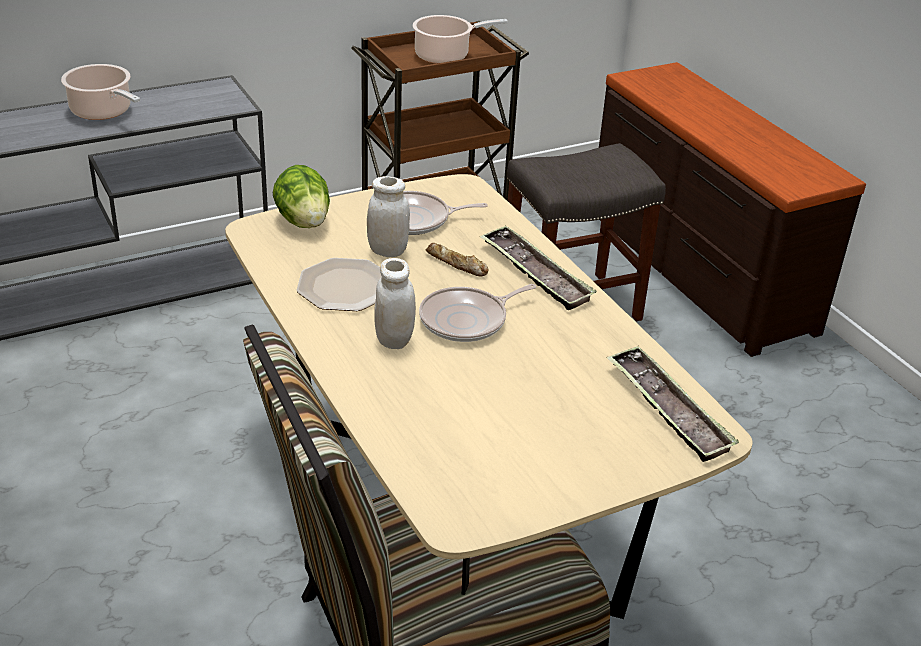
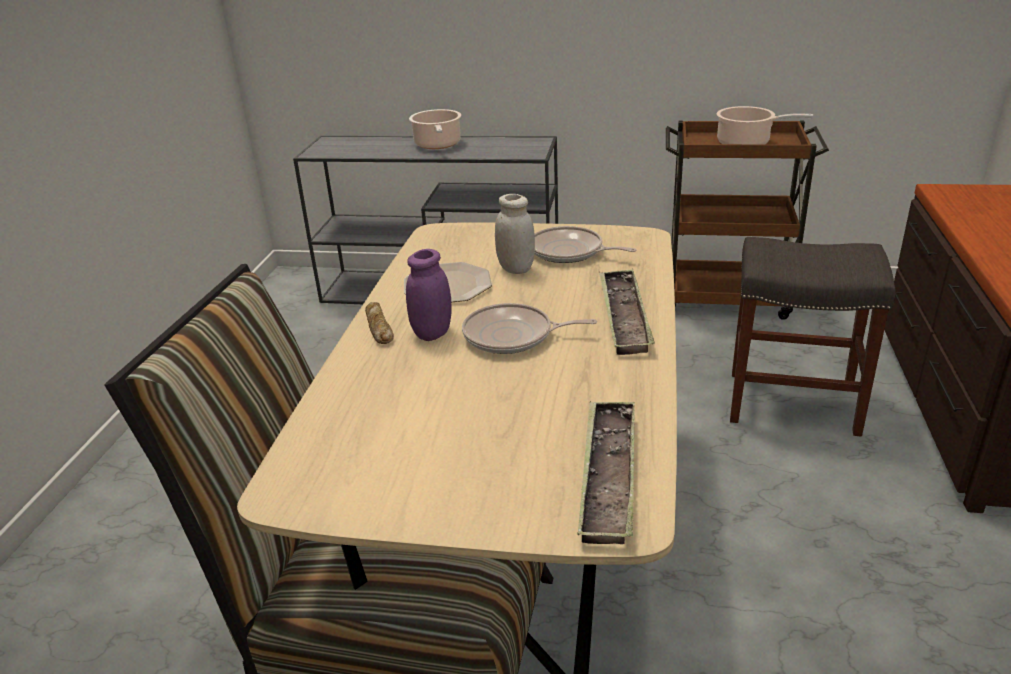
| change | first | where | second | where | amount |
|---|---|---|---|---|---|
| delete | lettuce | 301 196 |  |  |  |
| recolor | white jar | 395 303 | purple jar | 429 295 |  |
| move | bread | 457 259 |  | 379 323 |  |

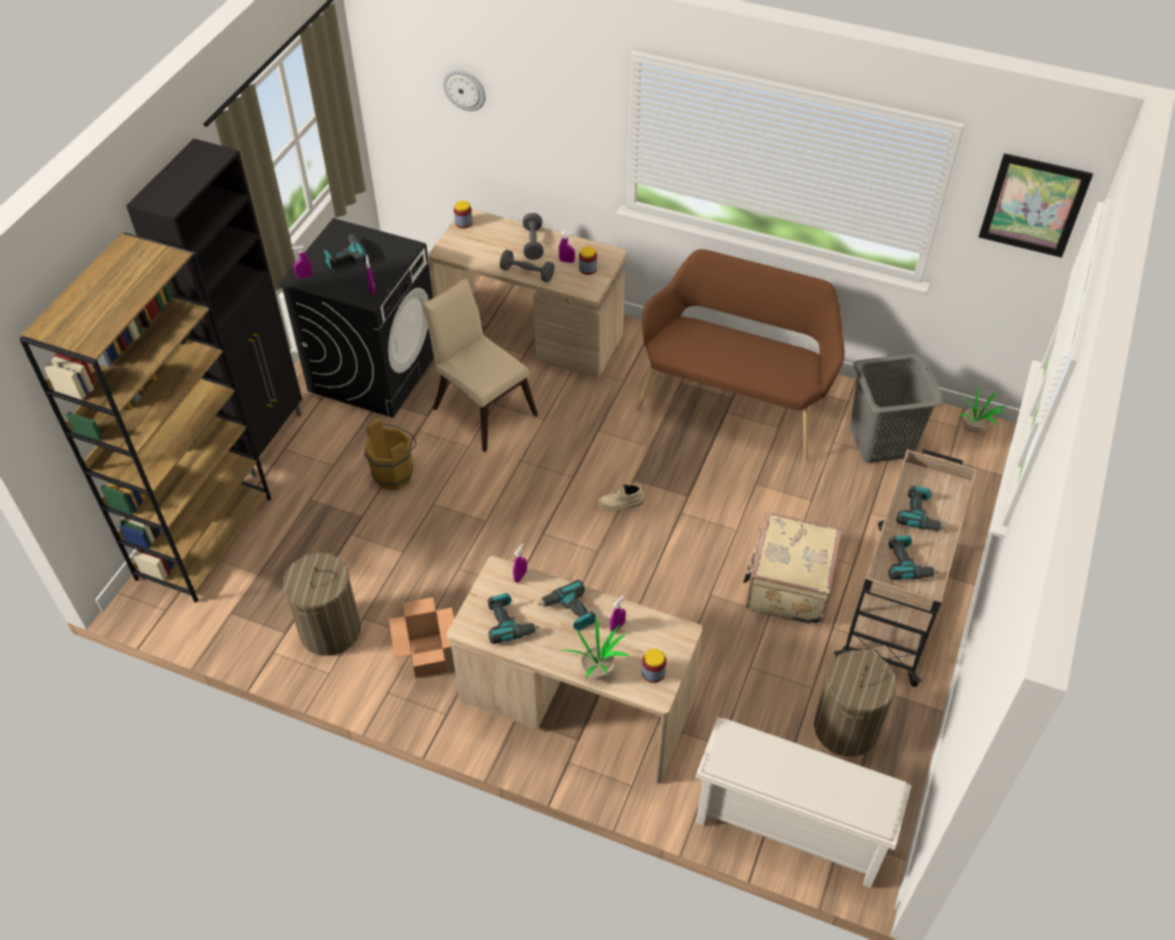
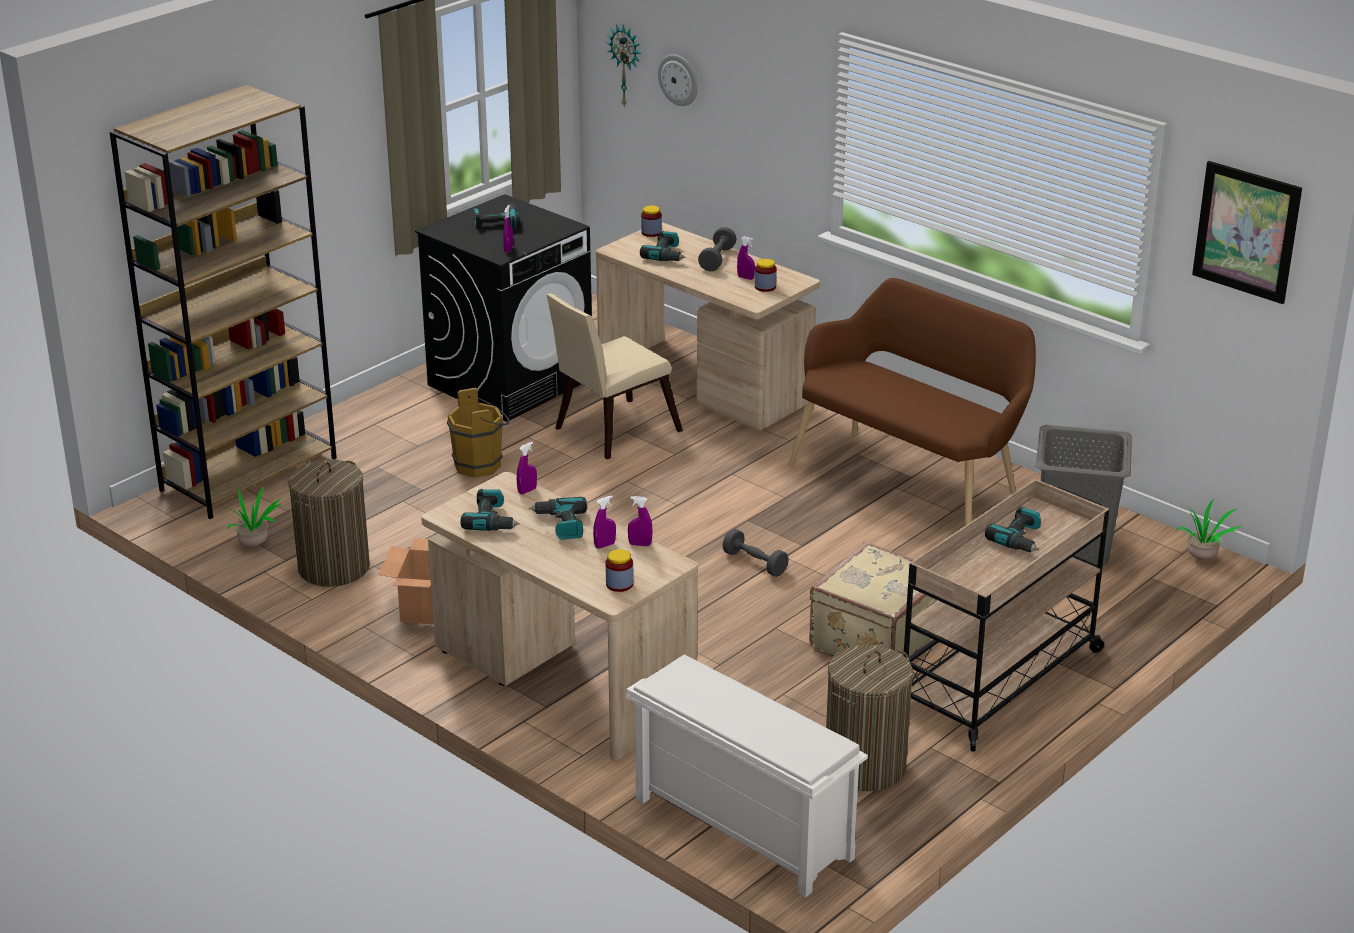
| change | first | where | second | where | amount |
|---|---|---|---|---|---|
| delete | black cabinet | 214 307 |  |  |  |
| move | purple spray bottle | 302 262 |  | 640 521 |  |
| rotate | beige chair | 480 365 |  | 615 376 | 105 degrees counterclockwise |
| move | grey dumbbell | 527 266 |  | 755 553 |  |
| move | potted plant | 594 648 |  | 252 517 |  |
| delete | beige boot | 621 497 |  |  |  |
| move | power drill | 913 557 |  | 662 246 |  |
| insert |  |  | wall clock | 623 66 |  |

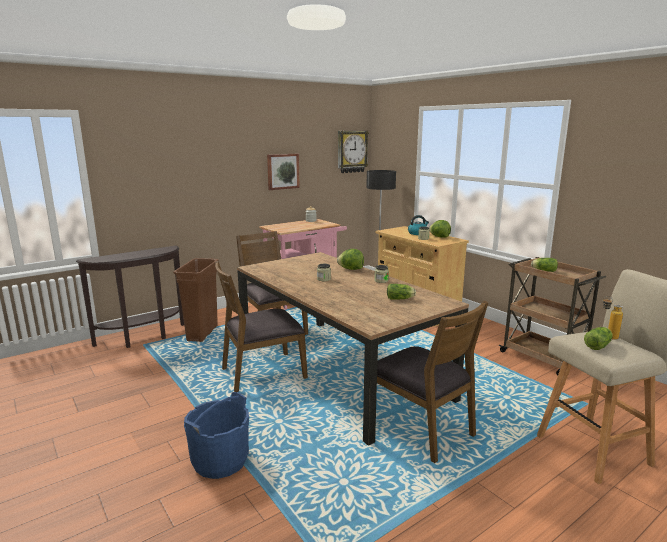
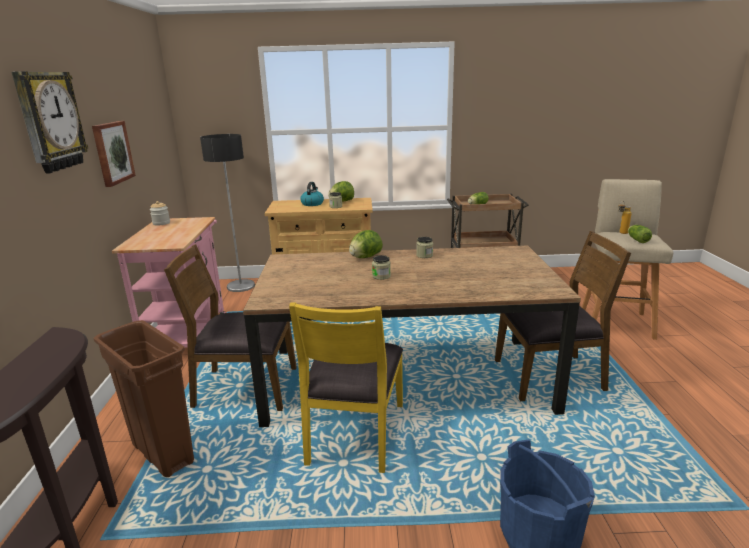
| change | first | where | second | where | amount |
|---|---|---|---|---|---|
| recolor | brown chair | 261 326 | yellow chair | 346 387 |  |
| move | wall clock | 353 152 |  | 50 122 |  |
| delete | lettuce | 401 292 |  |  |  |

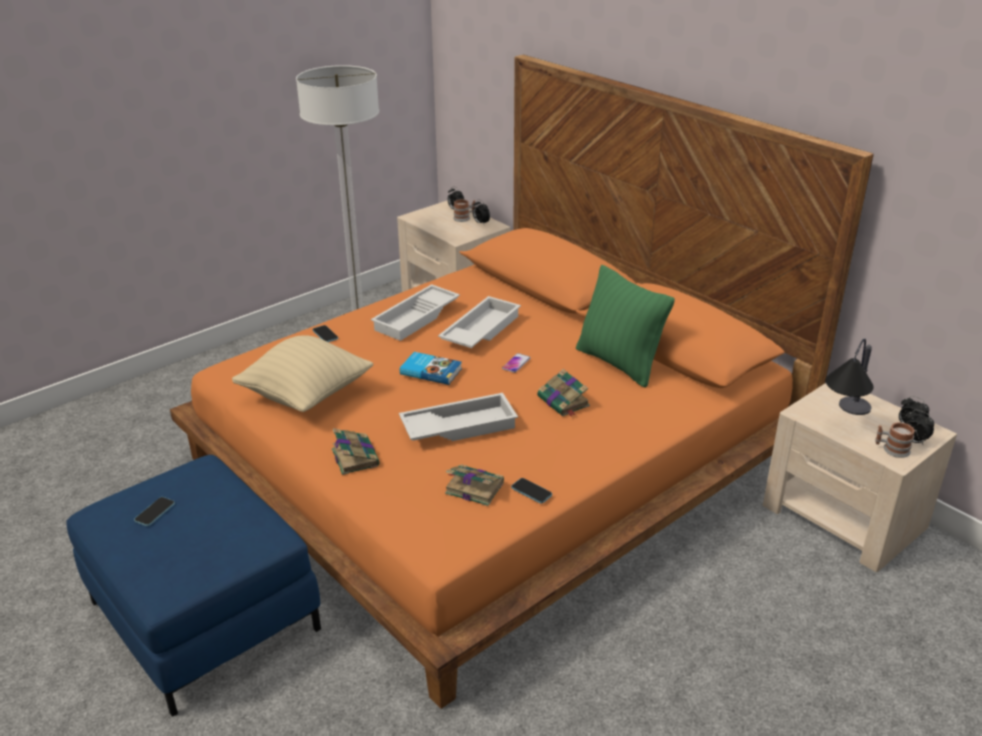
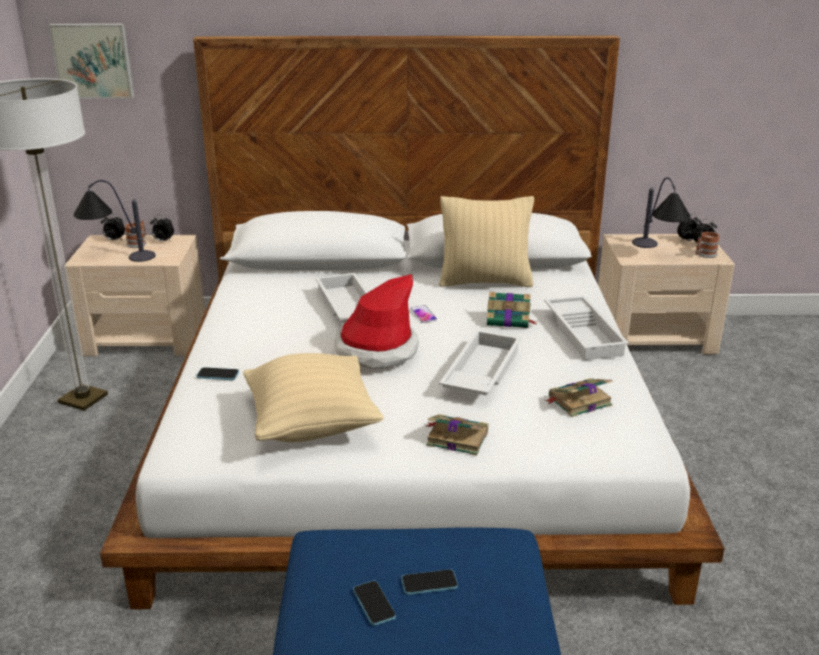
| change | first | where | second | where | amount |
|---|---|---|---|---|---|
| recolor | orange bed | 522 381 | white bed | 412 322 |  |
| move | white tray | 415 312 |  | 586 328 |  |
| replace | book | 431 368 | hat | 376 321 |  |
| move | phone | 531 491 |  | 429 582 |  |
| recolor | green pillow | 625 326 | beige pillow | 486 241 |  |
| insert |  |  | picture | 91 61 |  |
| insert |  |  | table lamp | 114 221 |  |

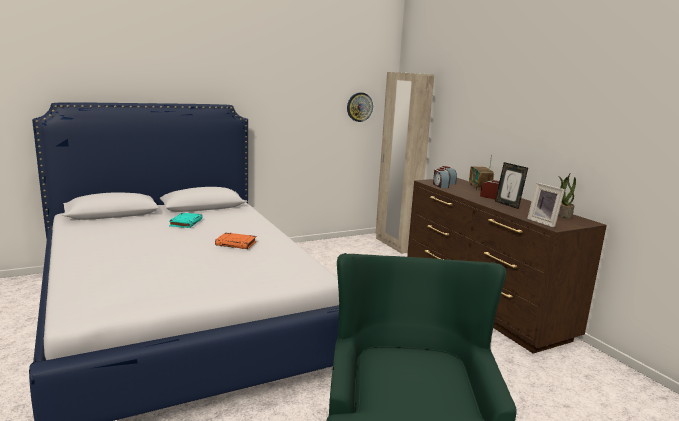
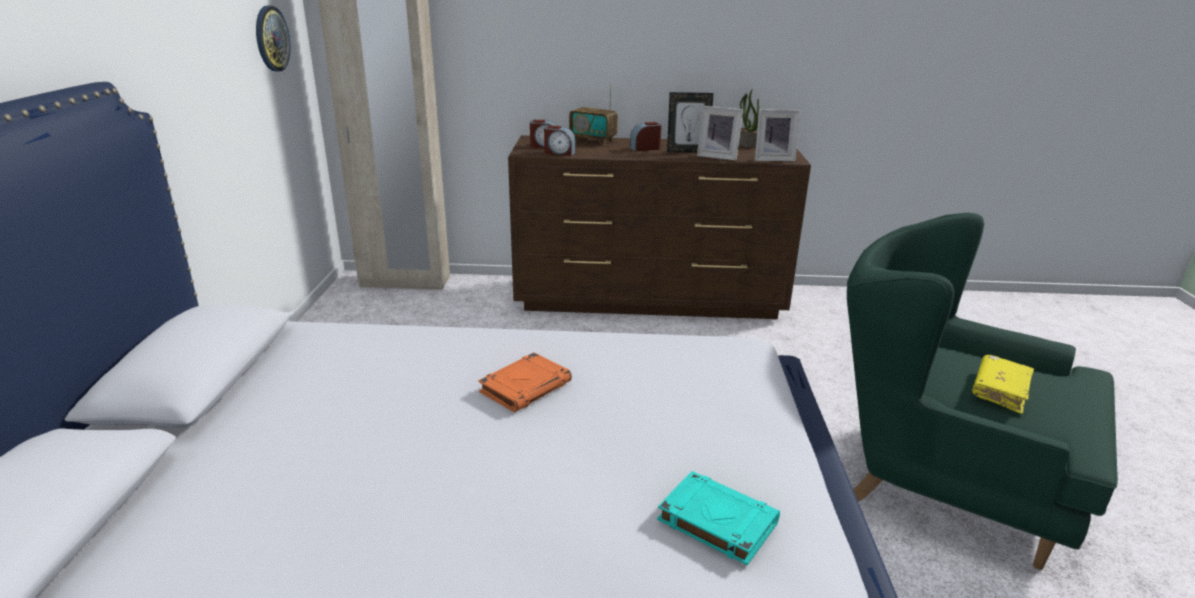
| change | first | where | second | where | amount |
|---|---|---|---|---|---|
| move | turquoise book | 186 220 |  | 718 518 |  |
| insert |  |  | picture frame | 720 133 |  |
| insert |  |  | yellow book | 1003 384 |  |

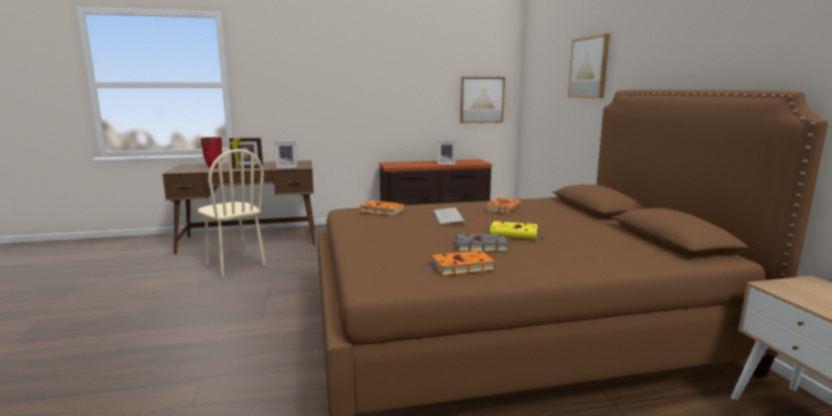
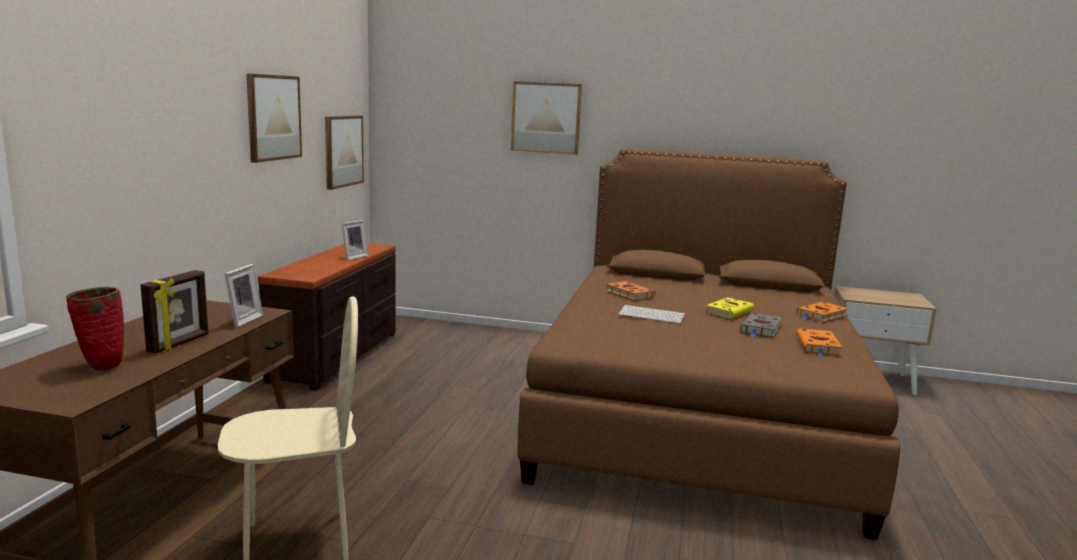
| change | first | where | second | where | amount |
|---|---|---|---|---|---|
| move | orange book | 382 208 |  | 822 312 |  |
| insert |  |  | picture | 274 118 |  |

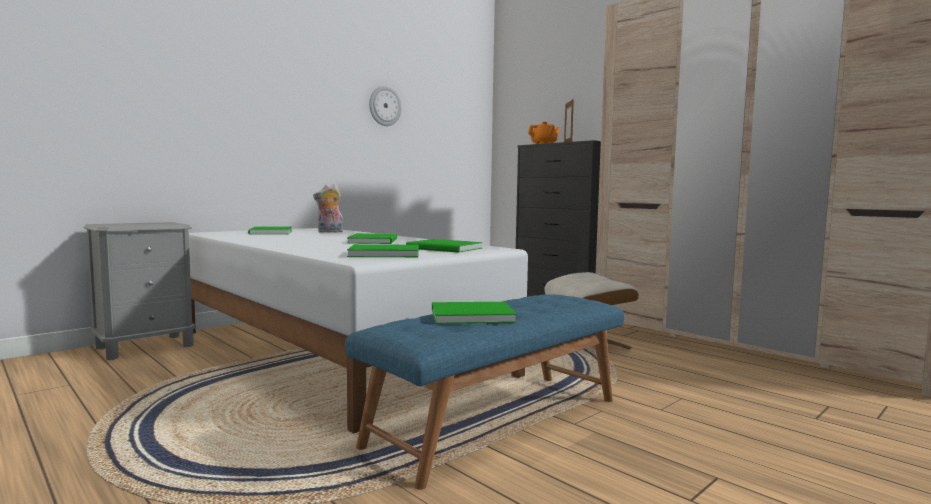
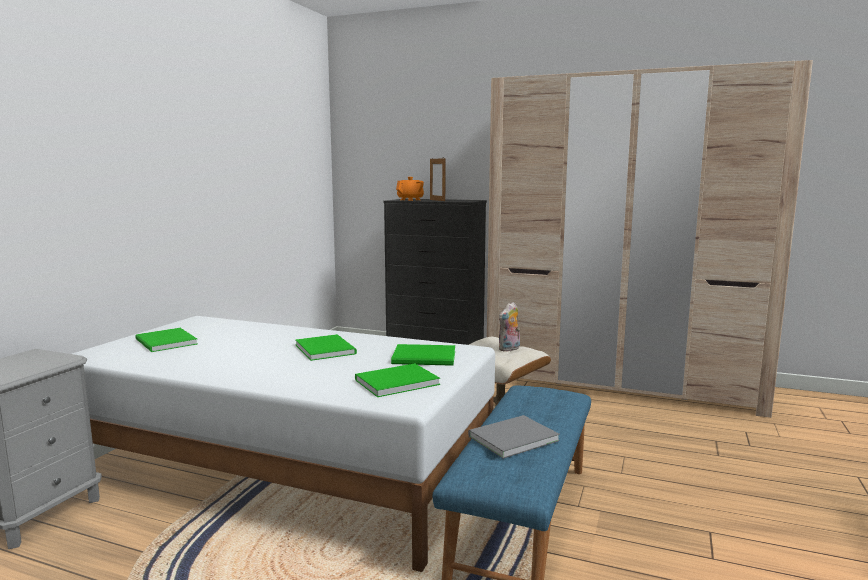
| change | first | where | second | where | amount |
|---|---|---|---|---|---|
| move | plush toy | 328 208 |  | 509 327 |  |
| delete | wall clock | 385 106 |  |  |  |
| recolor | green book | 474 313 | grey book | 514 436 |  |

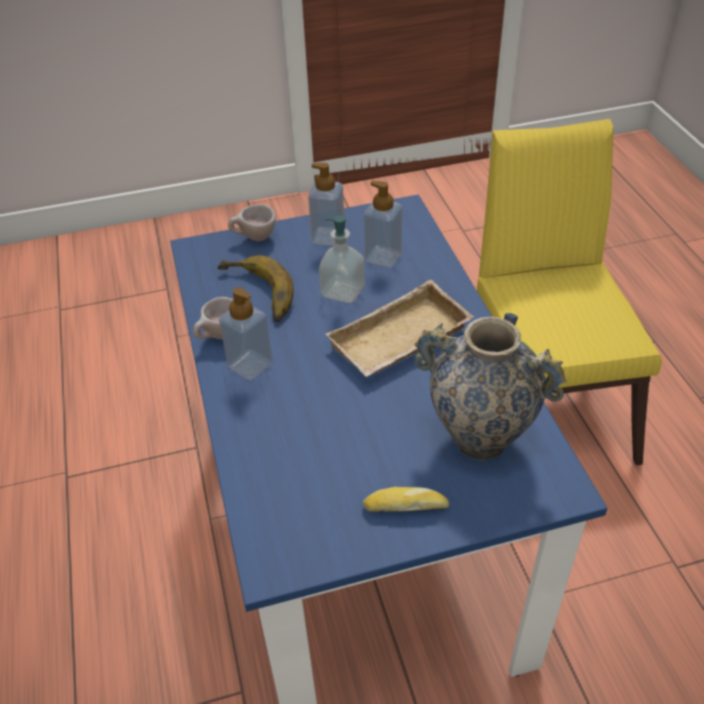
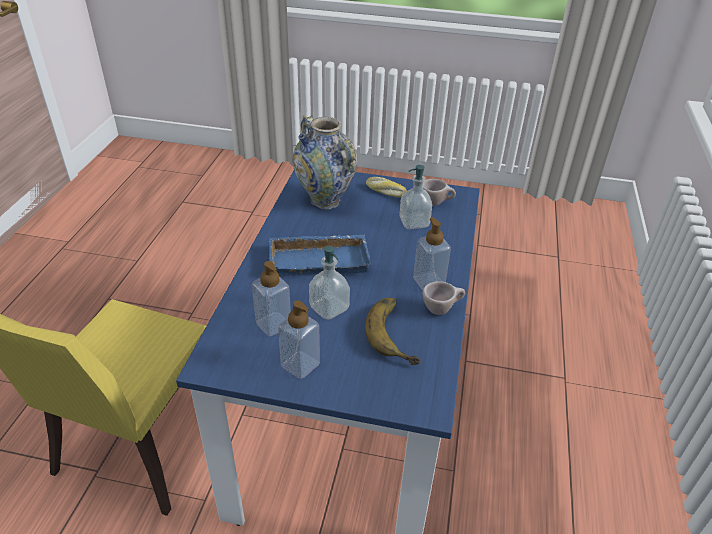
| change | first | where | second | where | amount |
|---|---|---|---|---|---|
| move | beige cup | 252 222 |  | 439 192 |  |
| recolor | beige tray | 399 328 | blue tray | 320 255 |  |
| insert |  |  | soap dispenser | 415 197 |  |

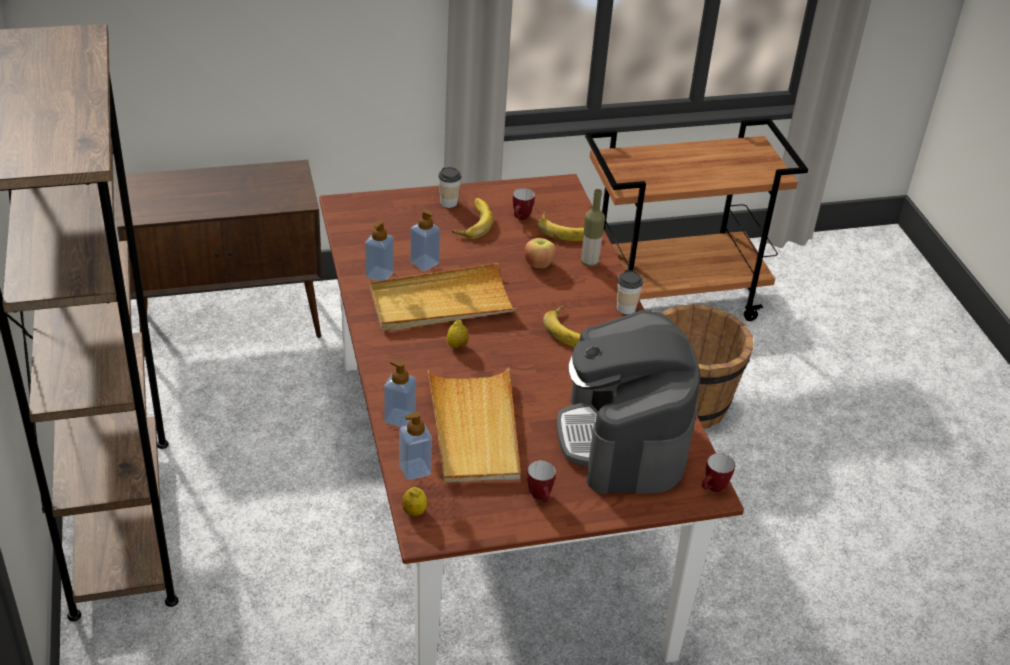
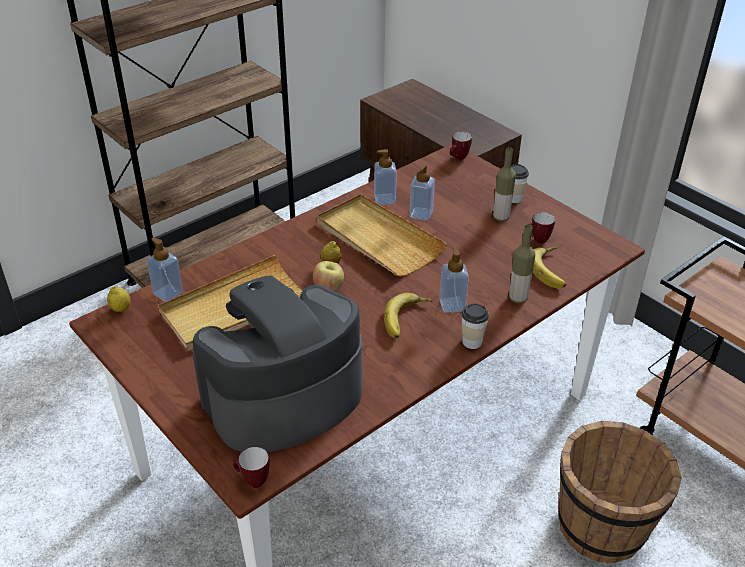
| change | first | where | second | where | amount |
|---|---|---|---|---|---|
| move | soap dispenser | 400 393 |  | 454 280 |  |
| replace | banana | 472 218 | bottle | 504 184 |  |
| move | apple | 540 253 |  | 328 276 |  |
| move | mug | 541 481 |  | 461 146 |  |

